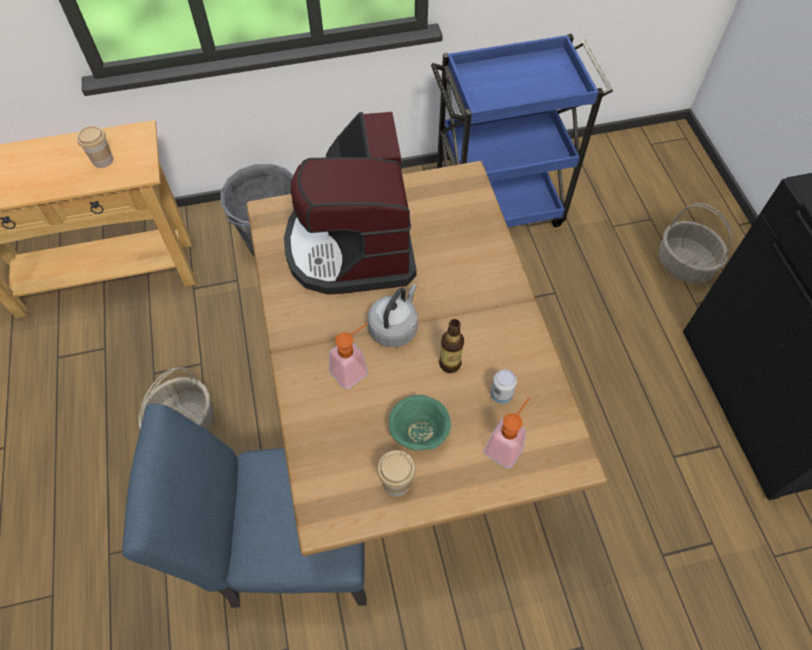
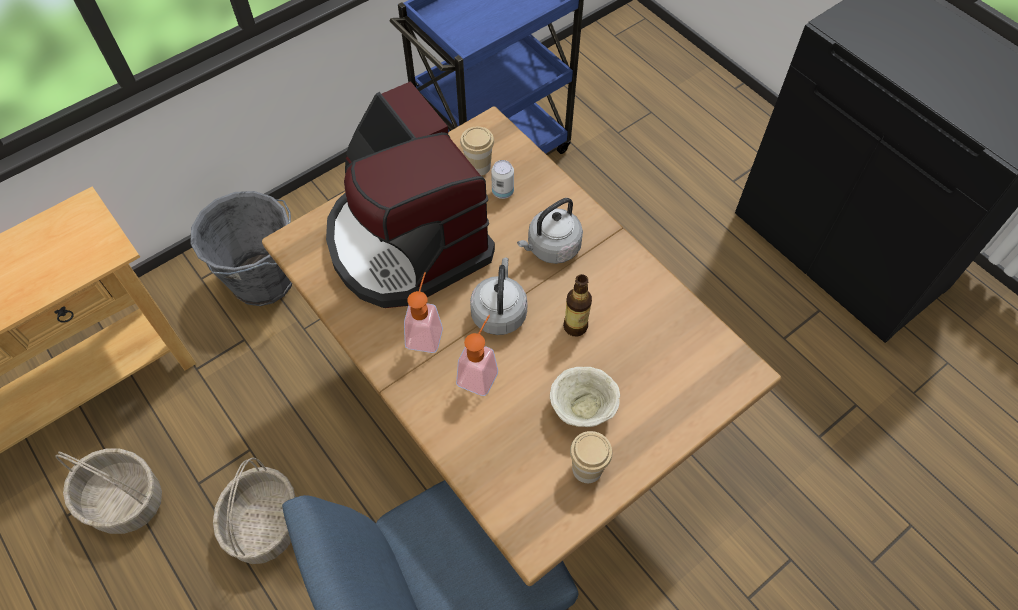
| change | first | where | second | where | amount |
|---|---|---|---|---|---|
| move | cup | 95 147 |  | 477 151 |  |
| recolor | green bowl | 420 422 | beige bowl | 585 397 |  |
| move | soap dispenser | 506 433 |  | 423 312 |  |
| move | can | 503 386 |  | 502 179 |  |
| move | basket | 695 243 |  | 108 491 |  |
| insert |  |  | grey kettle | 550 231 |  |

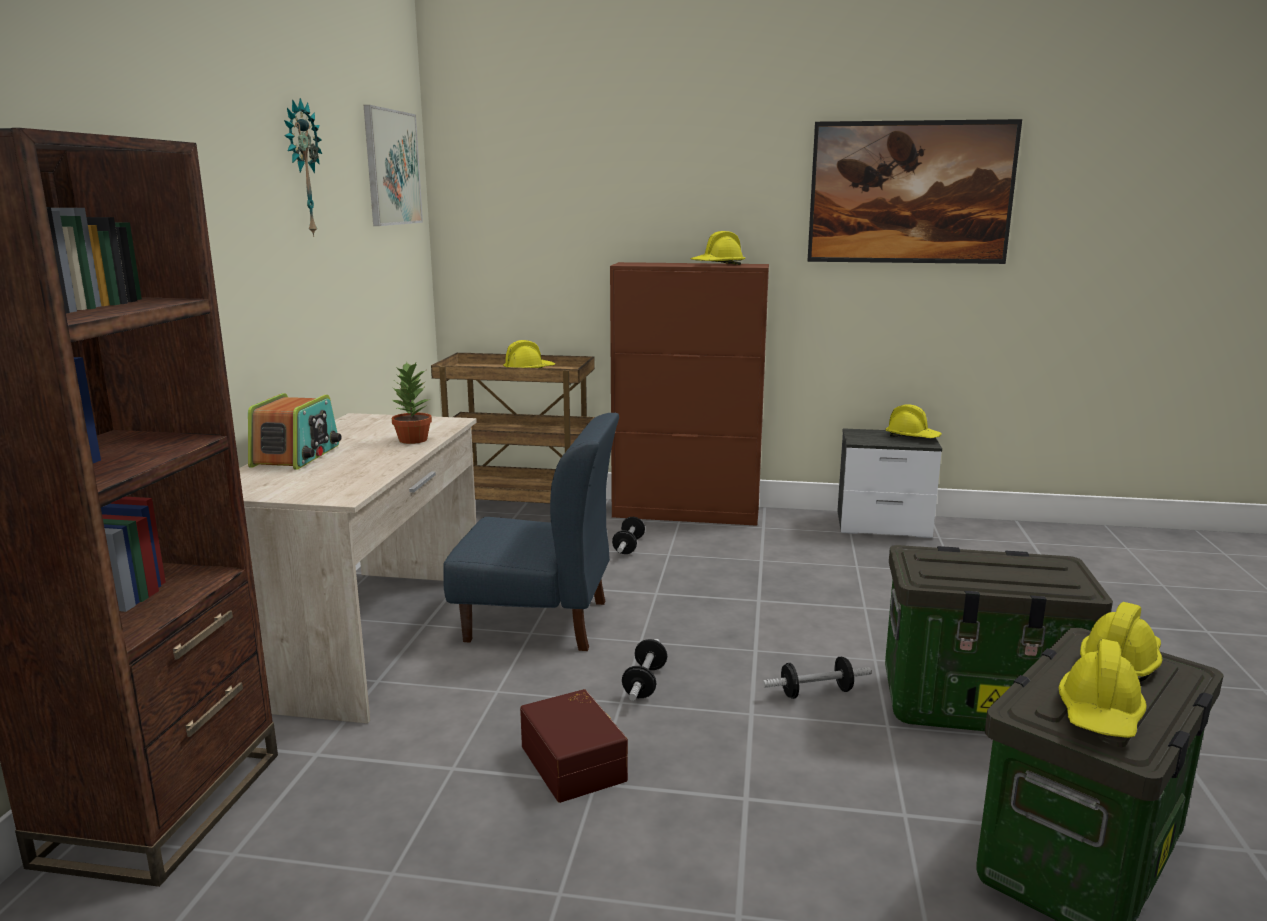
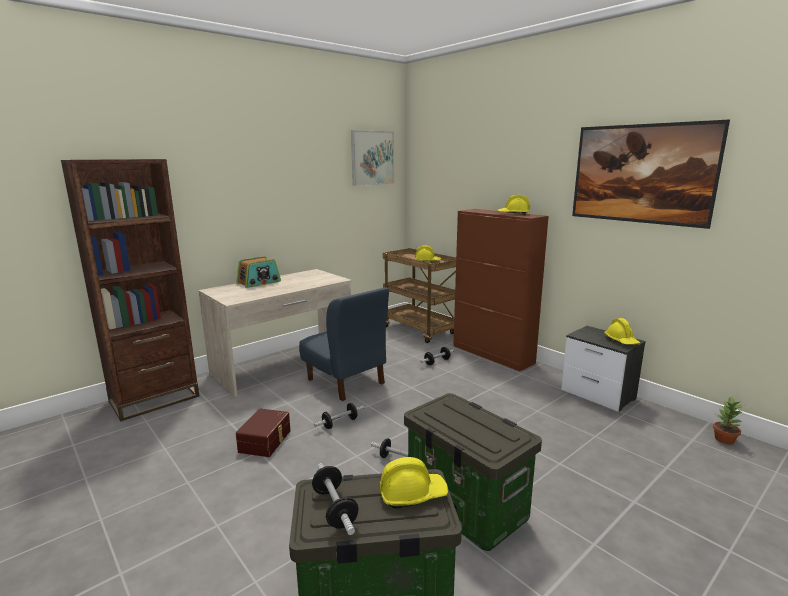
| change | first | where | second | where | amount |
|---|---|---|---|---|---|
| delete | wall clock | 303 167 |  |  |  |
| move | potted plant | 411 403 |  | 729 420 |  |
| replace | yellow hard hat | 1102 688 | dumbbell | 335 499 |  |

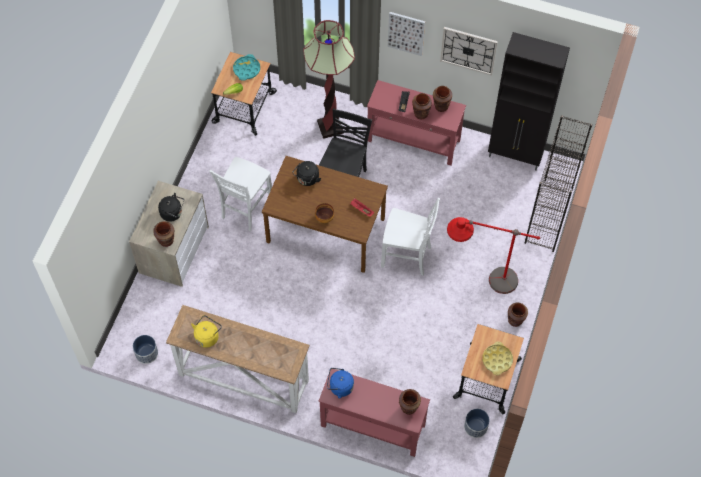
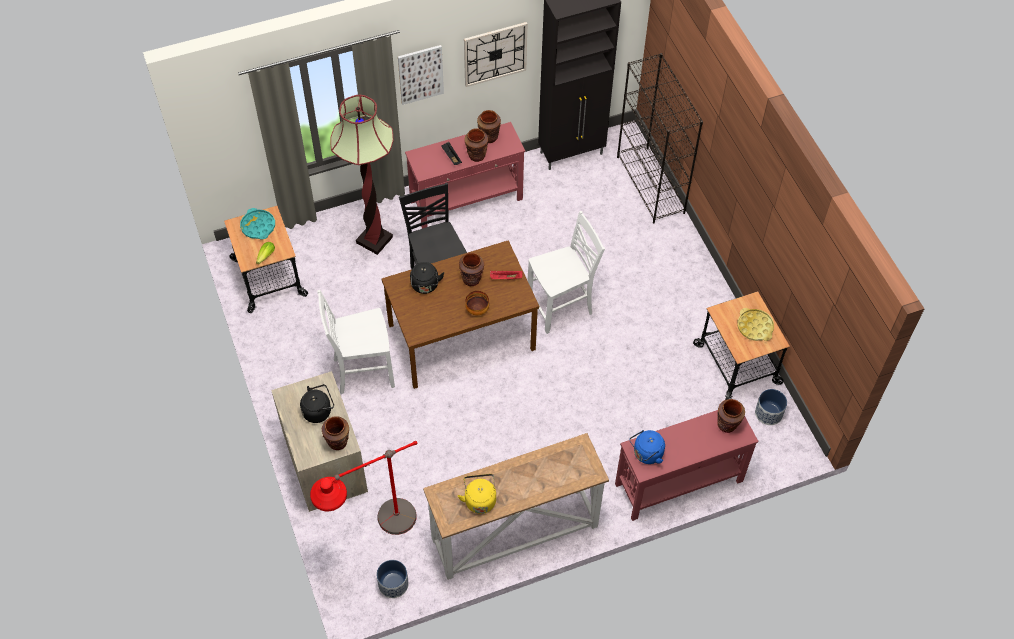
| change | first | where | second | where | amount |
|---|---|---|---|---|---|
| rotate | white chair | 240 194 |  | 356 342 | 90 degrees clockwise |
| move | red floor lamp | 493 255 |  | 363 488 |  |
| move | brown vase | 518 315 |  | 471 269 |  |

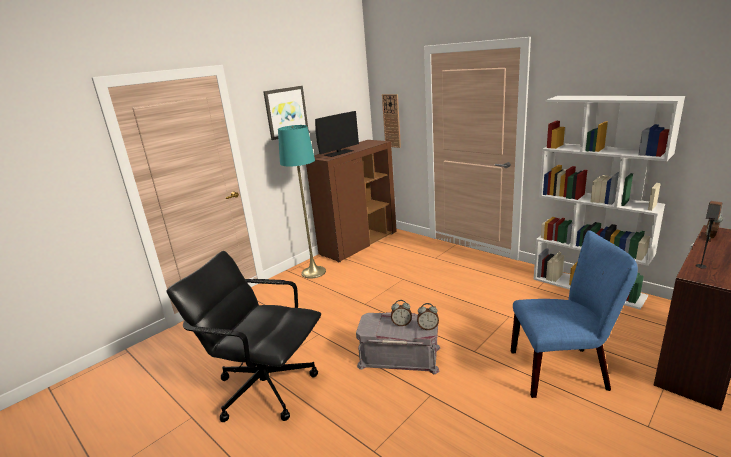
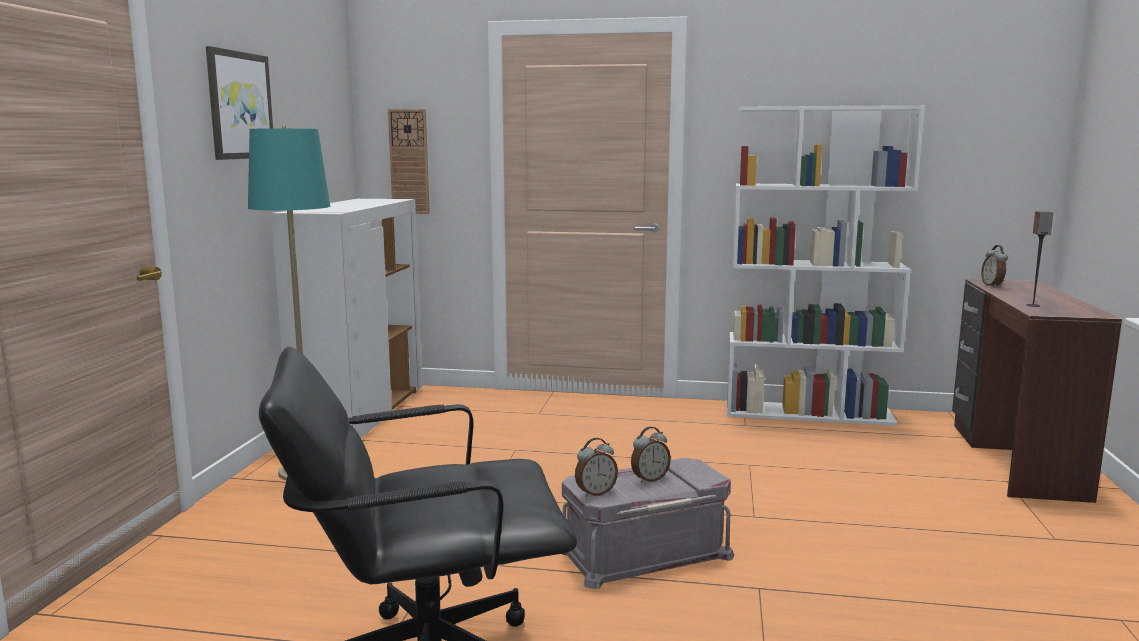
| change | first | where | second | where | amount |
|---|---|---|---|---|---|
| recolor | brown cabinet | 351 201 | white cabinet | 346 318 |  |
| delete | monitor | 337 134 |  |  |  |
| move | alarm clock | 428 316 |  | 596 467 |  |
| delete | blue chair | 574 314 |  |  |  |

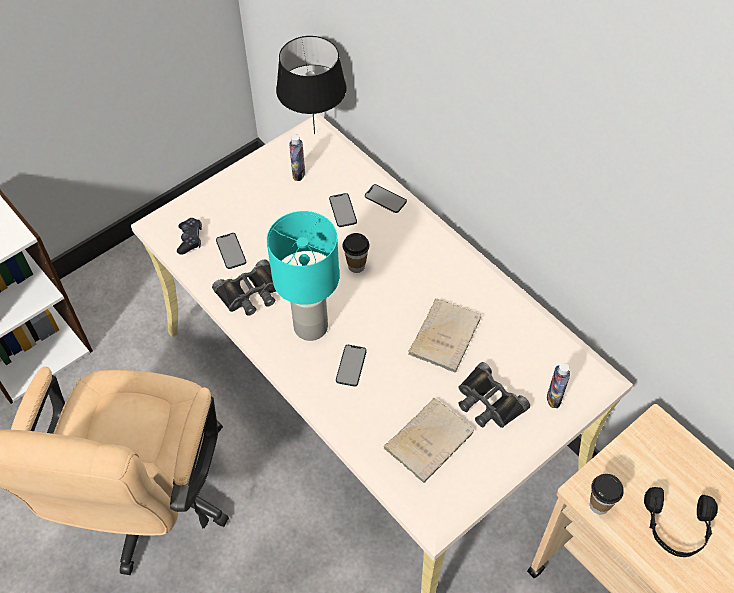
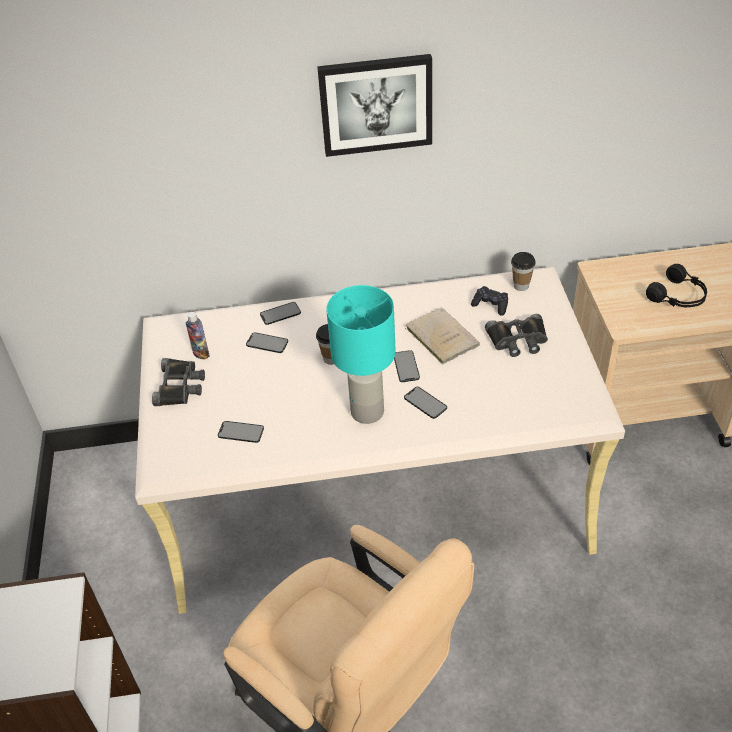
| change | first | where | second | where | amount |
|---|---|---|---|---|---|
| move | black game controller | 189 236 |  | 489 301 |  |
| move | black binoculars | 244 287 |  | 178 382 |  |
| delete | black table lamp | 311 85 |  |  |  |
| delete | beige book | 429 440 |  |  |  |
| delete | bottle | 558 385 |  |  |  |
| move | cup | 607 494 |  | 523 271 |  |
| insert |  |  | picture | 374 105 |  |
| insert |  |  | phone | 407 366 |  |

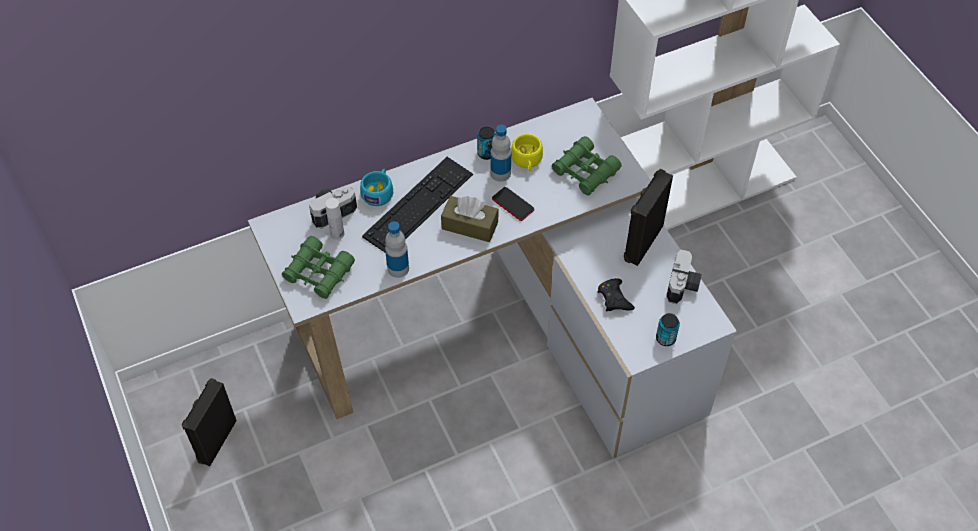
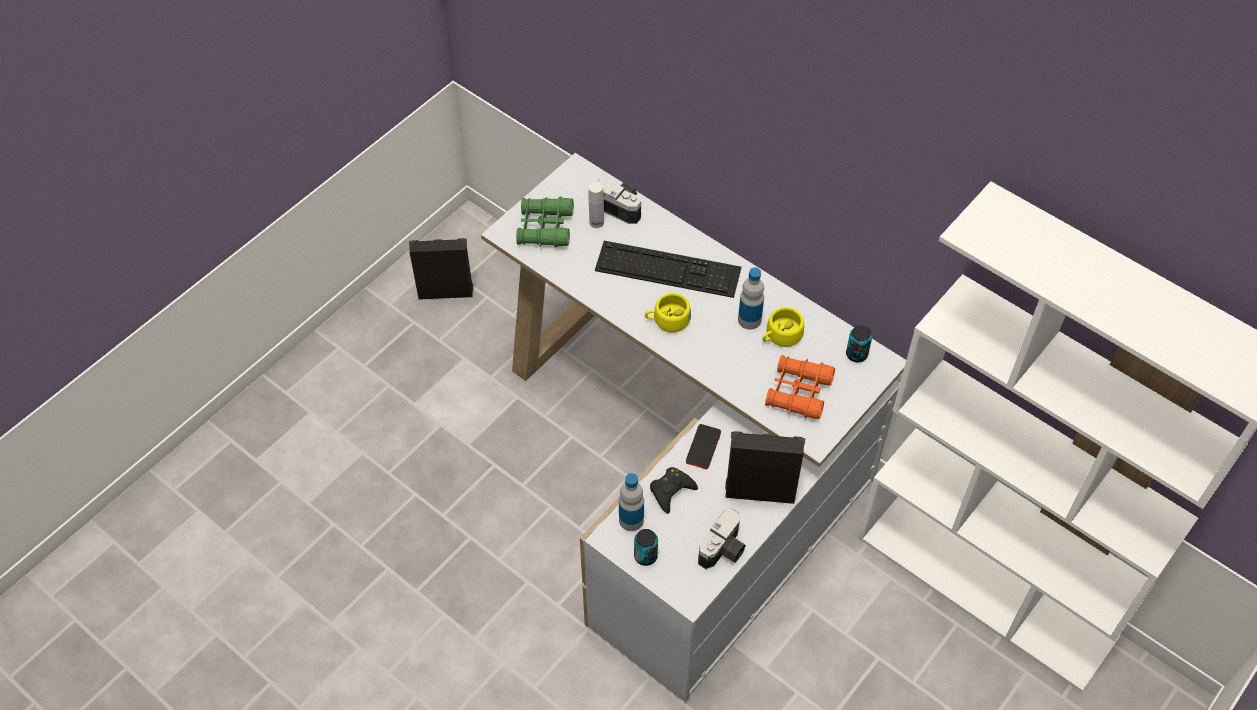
| change | first | where | second | where | amount |
|---|---|---|---|---|---|
| delete | turquoise cup | 376 187 |  |  |  |
| move | bottle | 397 249 |  | 631 502 |  |
| replace | brown tissue box | 469 219 | yellow cup | 668 312 |  |
| move | can | 486 143 |  | 859 343 |  |
| move | phone | 513 204 |  | 703 446 |  |
| recolor | green binoculars | 587 165 | orange binoculars | 800 387 |  |
| rotate | photo camera | 684 276 |  | 722 538 | 45 degrees counterclockwise |

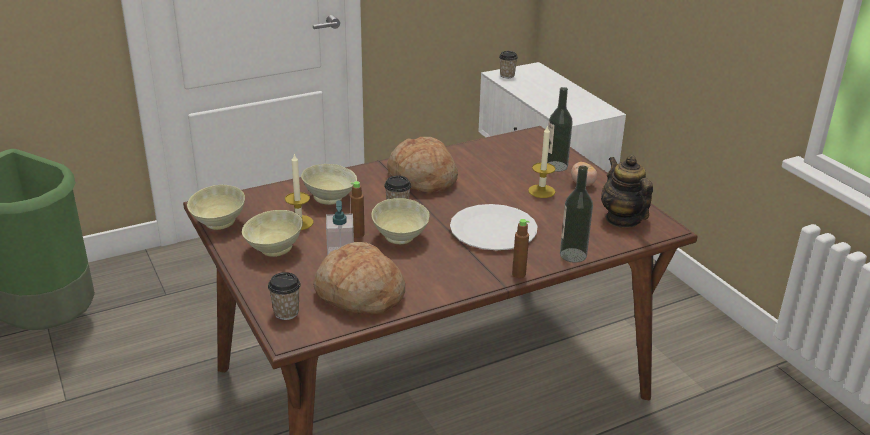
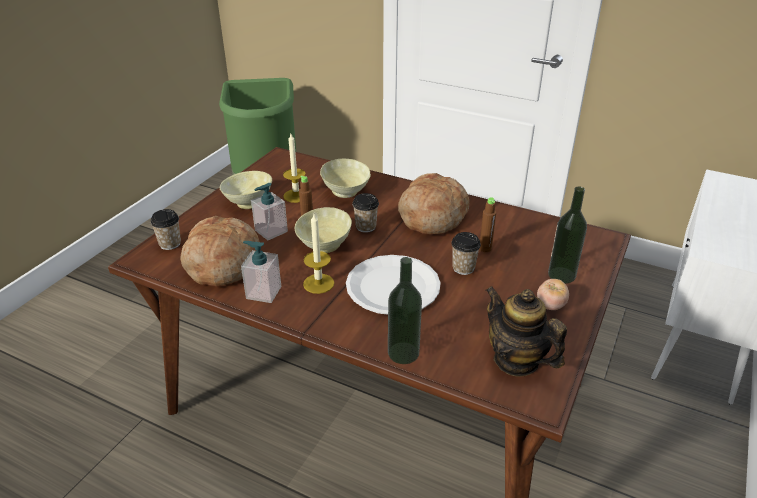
| change | first | where | second | where | amount |
|---|---|---|---|---|---|
| delete | beige bowl | 216 207 |  |  |  |
| move | cup | 508 64 |  | 466 253 |  |
| move | brown bottle | 520 248 |  | 487 224 |  |
| move | candle | 541 161 |  | 318 254 |  |
| rotate | teapot | 627 191 |  | 526 331 | 75 degrees counterclockwise |
| insert |  |  | soap dispenser | 261 272 |  |

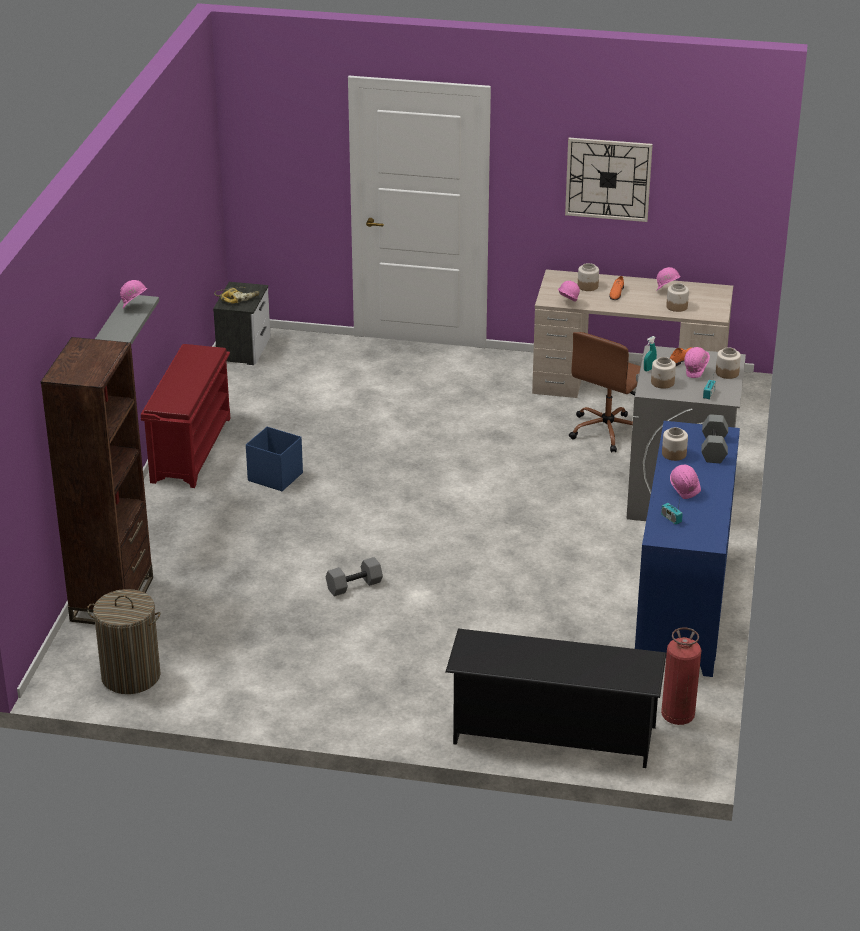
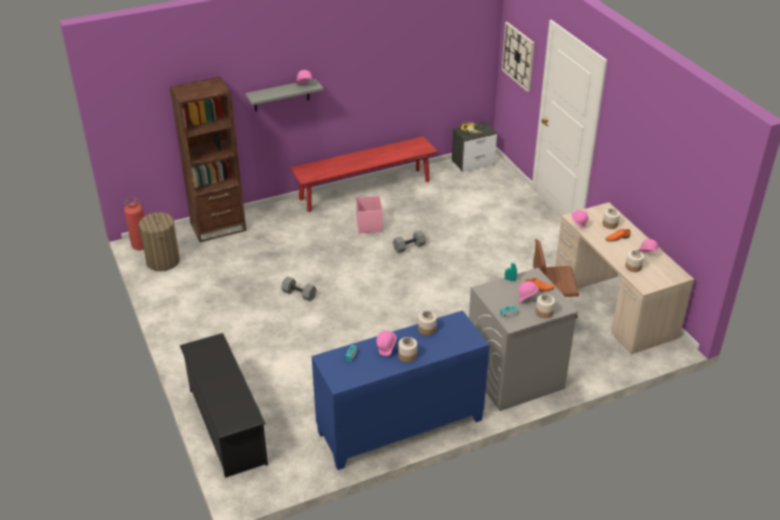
| change | first | where | second | where | amount |
|---|---|---|---|---|---|
| replace | red shoe rack | 185 416 | red bench | 364 174 |  |
| recolor | blue storage box | 274 459 | pink storage box | 369 214 |  |
| move | wall clock | 609 180 |  | 518 57 |  |
| move | jar | 663 373 |  | 407 349 |  |
| move | fire extinguisher | 681 676 |  | 134 223 |  |
| move | grey dumbbell | 714 438 |  | 409 241 |  |

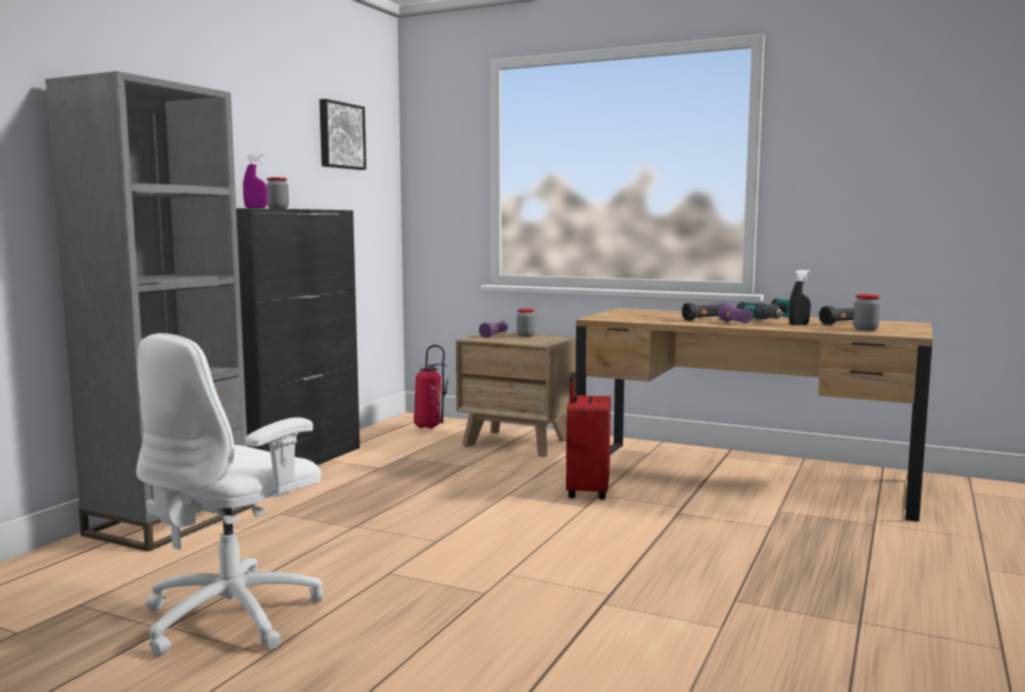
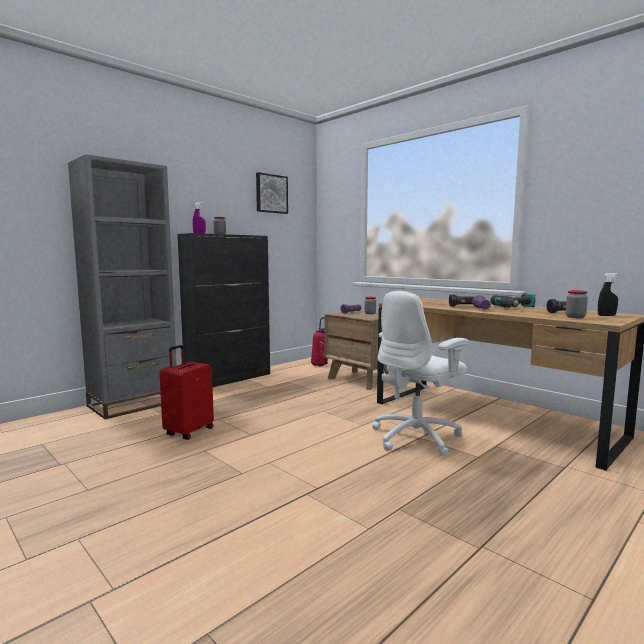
| change | first | where | second | where | amount |
|---|---|---|---|---|---|
| move | white office chair | 229 494 |  | 420 373 |  |
| move | red suitcase | 588 436 |  | 187 392 |  |
| move | black spray bottle | 800 297 |  | 608 294 |  |

